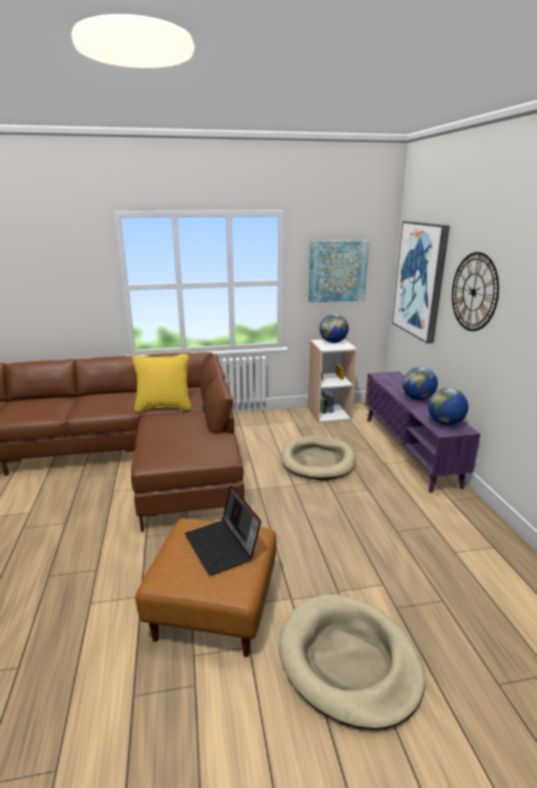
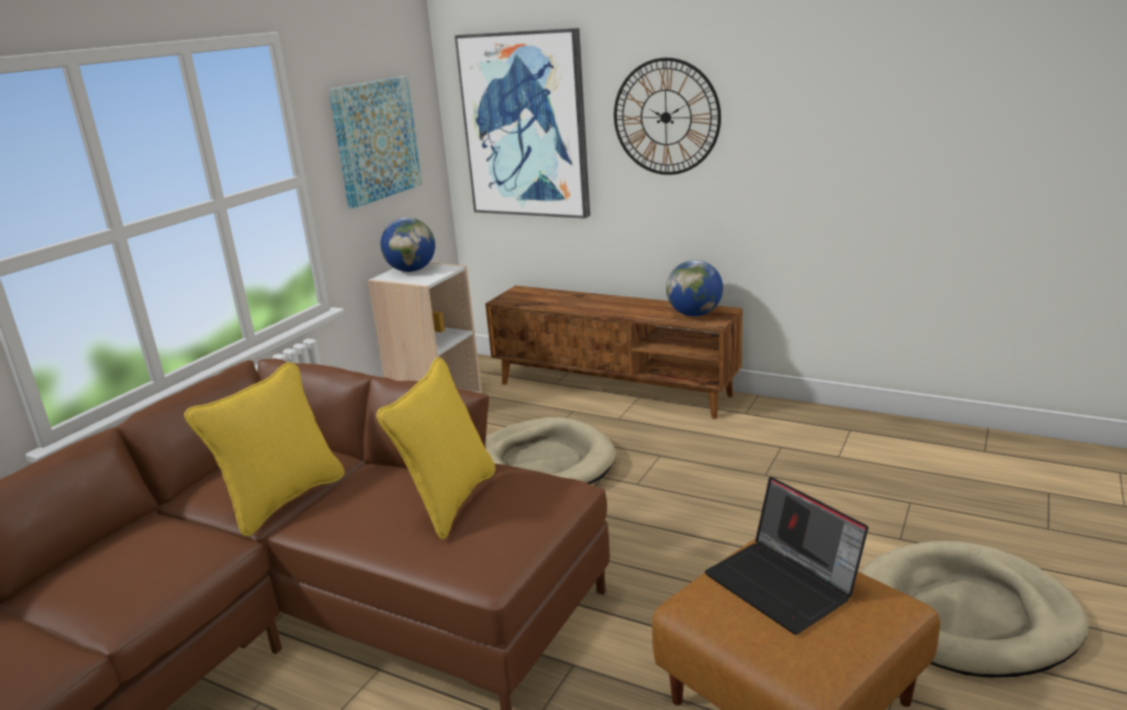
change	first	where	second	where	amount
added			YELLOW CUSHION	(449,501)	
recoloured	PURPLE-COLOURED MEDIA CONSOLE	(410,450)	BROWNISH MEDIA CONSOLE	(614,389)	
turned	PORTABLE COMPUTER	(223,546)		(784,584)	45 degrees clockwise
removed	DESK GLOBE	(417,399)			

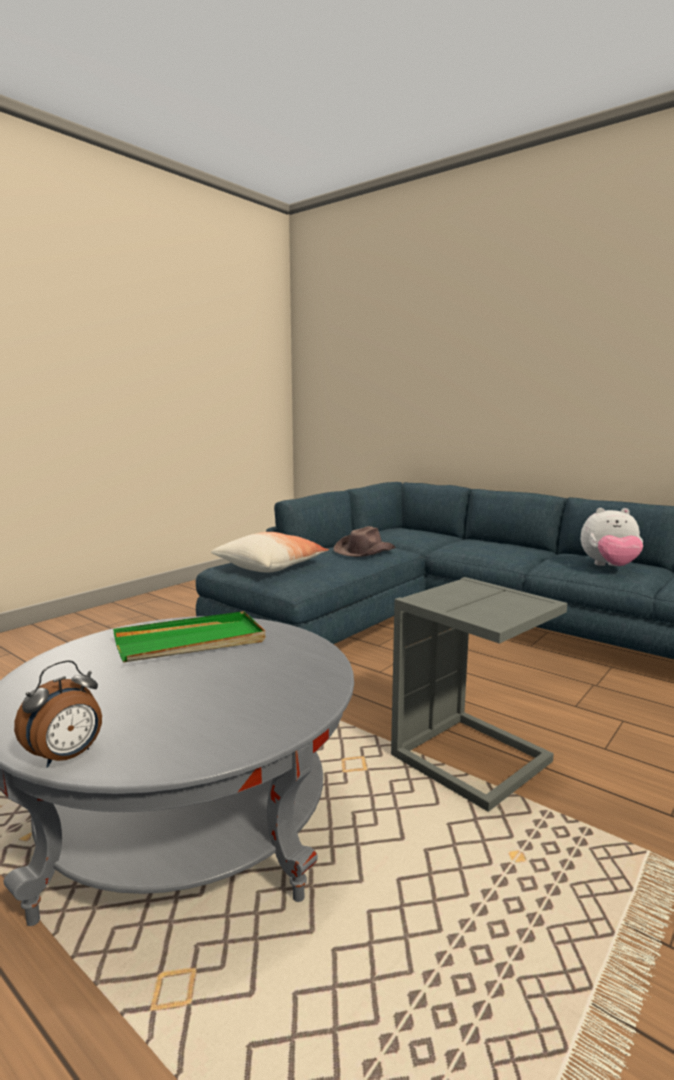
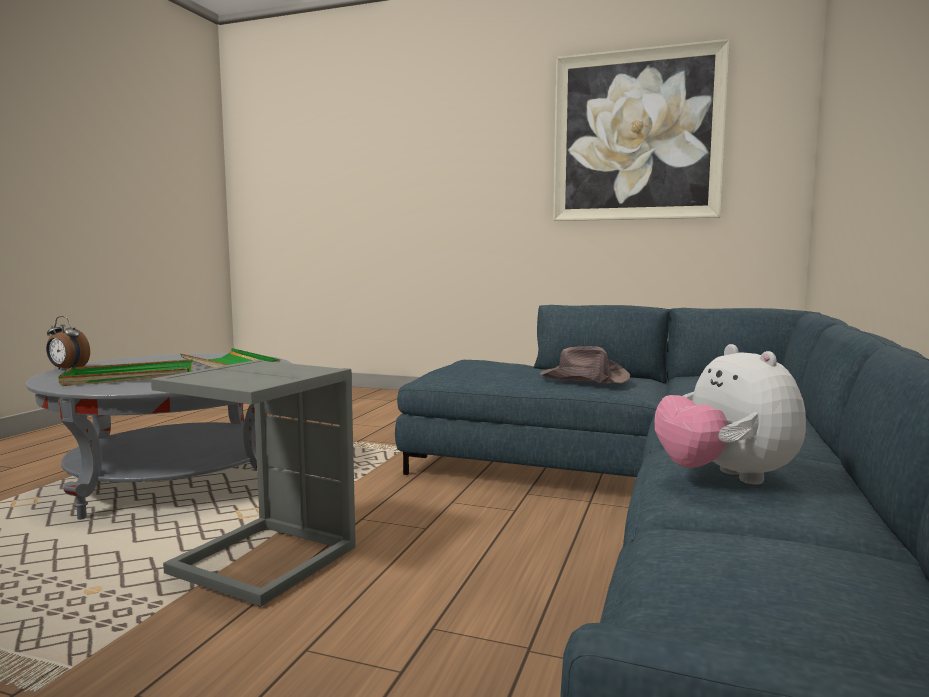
change	first	where	second	where	amount
added			GREEN SERVING TRAY	(130,377)	
added			PICTURE	(636,136)	
removed	CUSHION	(271,566)			

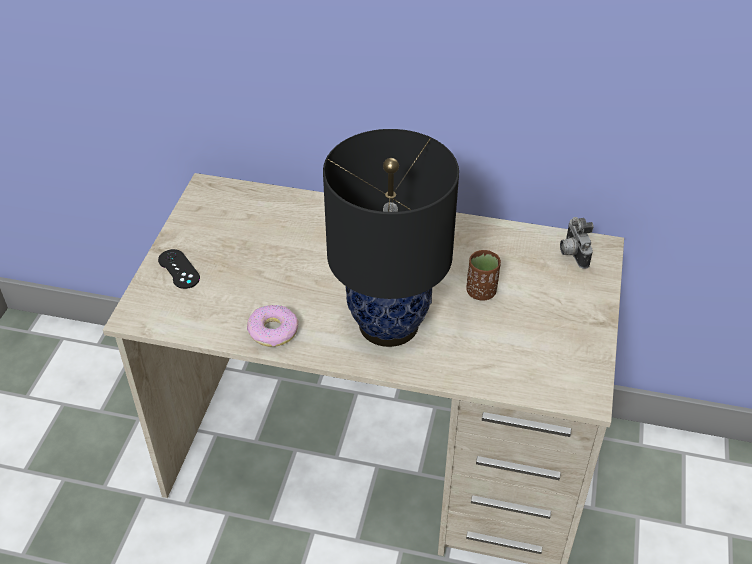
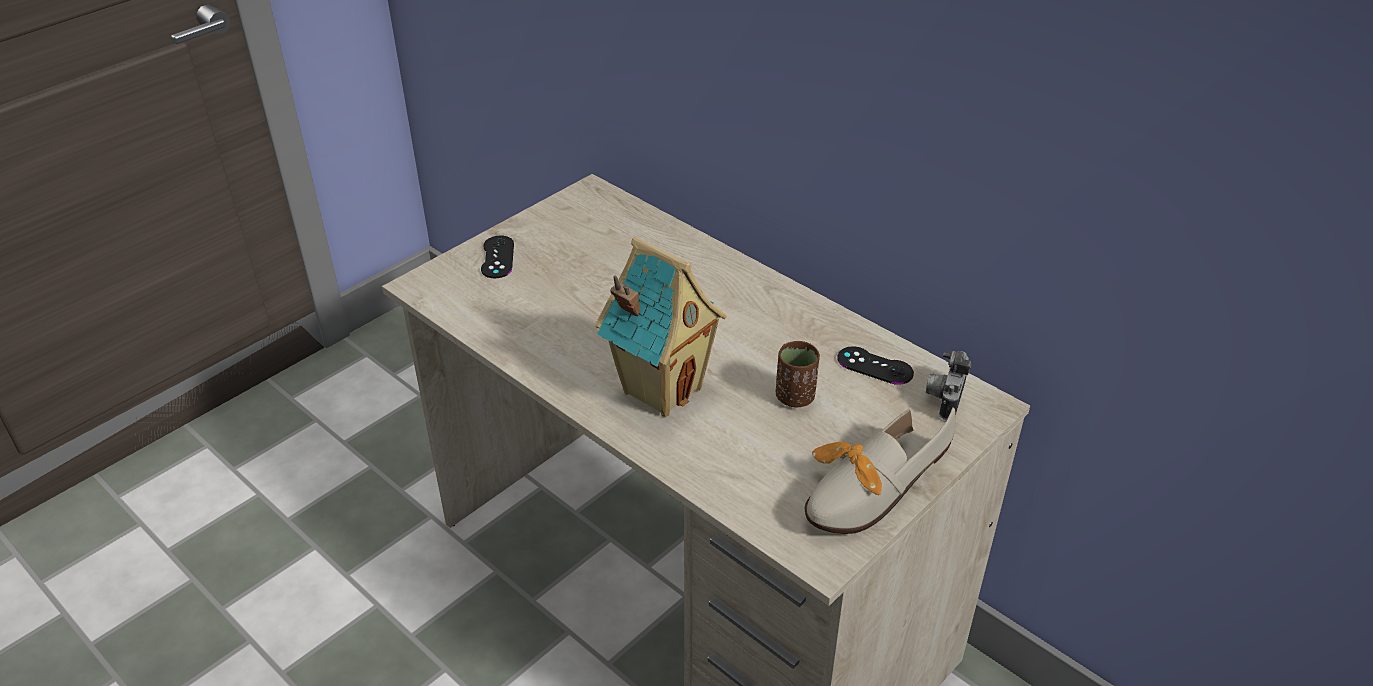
change	first	where	second	where	amount
replaced	BLACKISH LAMP FOR A TABLE	(388,323)	MINIATURE HOUSE	(661,389)	
added			ITEM OF FOOTWEAR	(866,491)	
added			BLACKISH JOYPAD	(875,366)	
removed	DOUGHNUT	(273,331)			

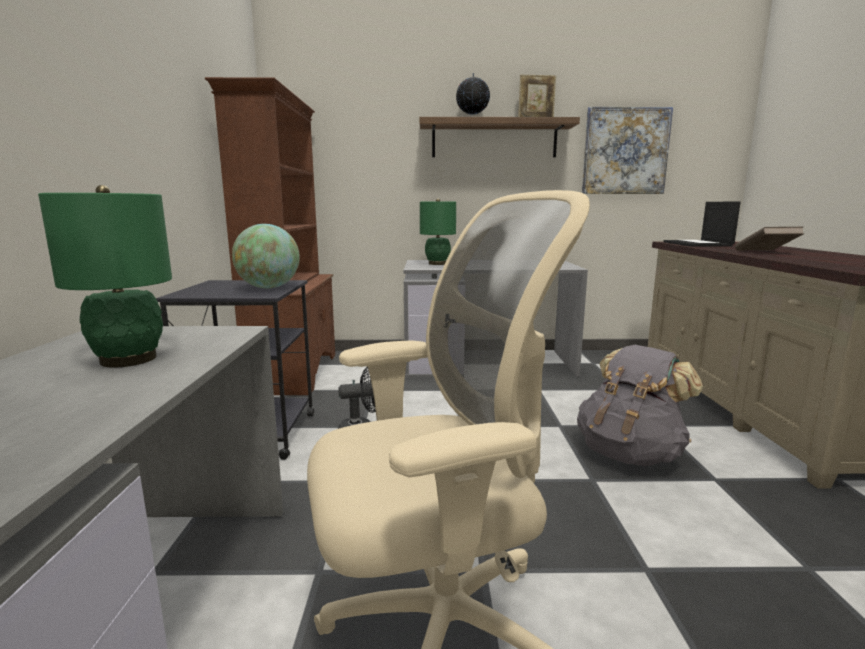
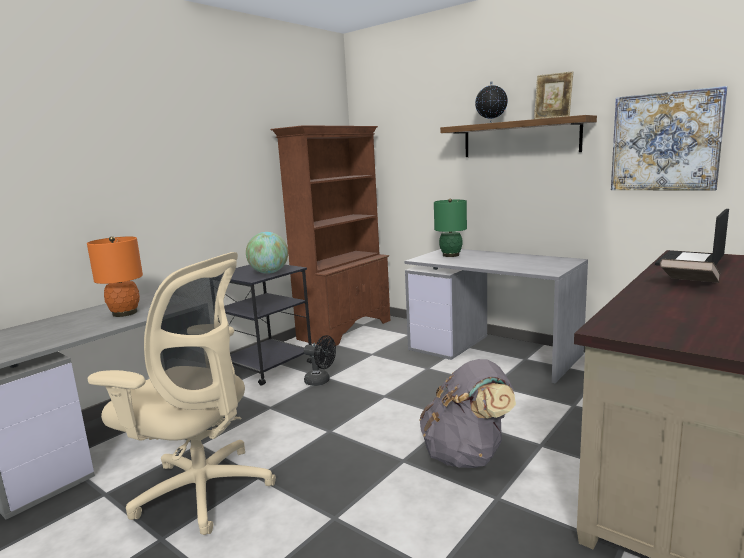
change	first	where	second	where	amount
recoloured	GREEN LAMP FOR A TABLE	(128,359)	ORANGE-COLOURED LAMP FOR A TABLE	(124,313)	

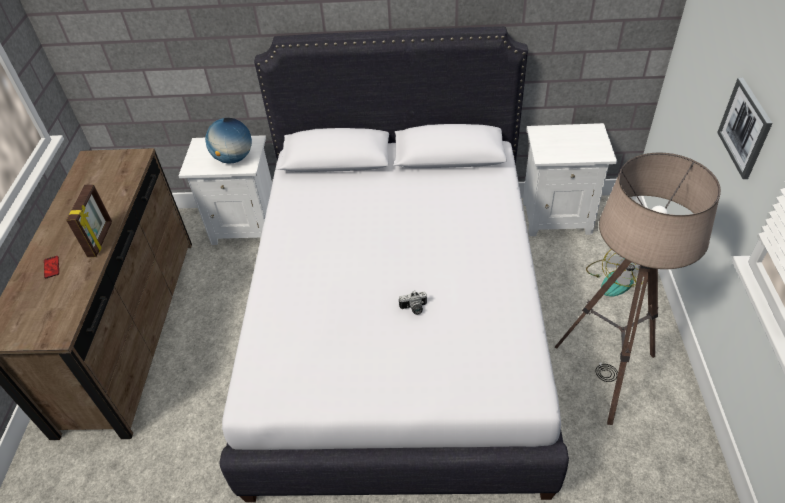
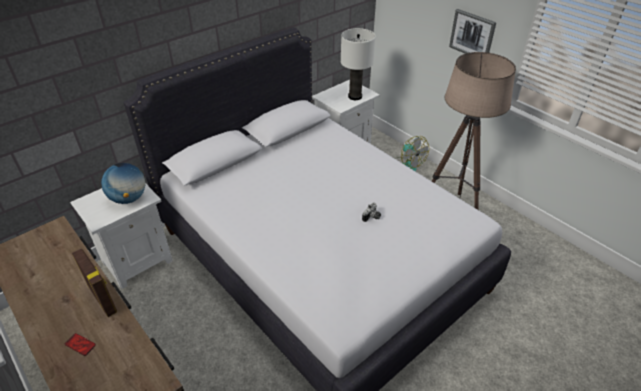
change	first	where	second	where	amount
added			WHITE-COLOURED LAMP FOR A TABLE	(355,97)	

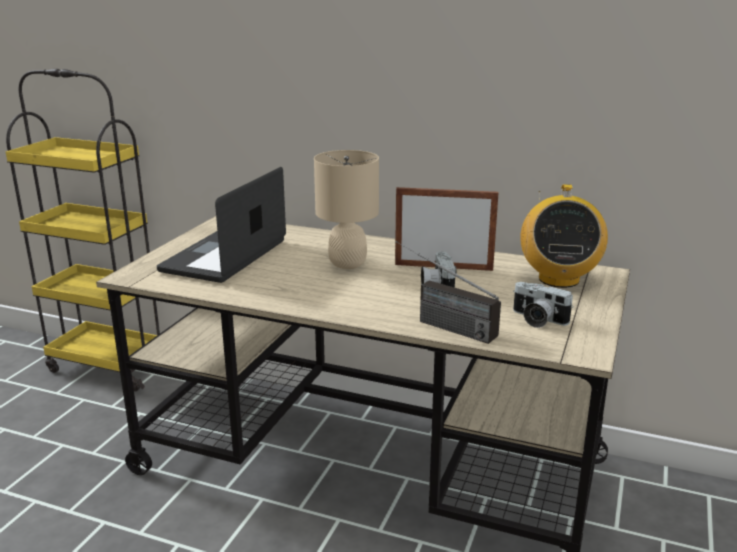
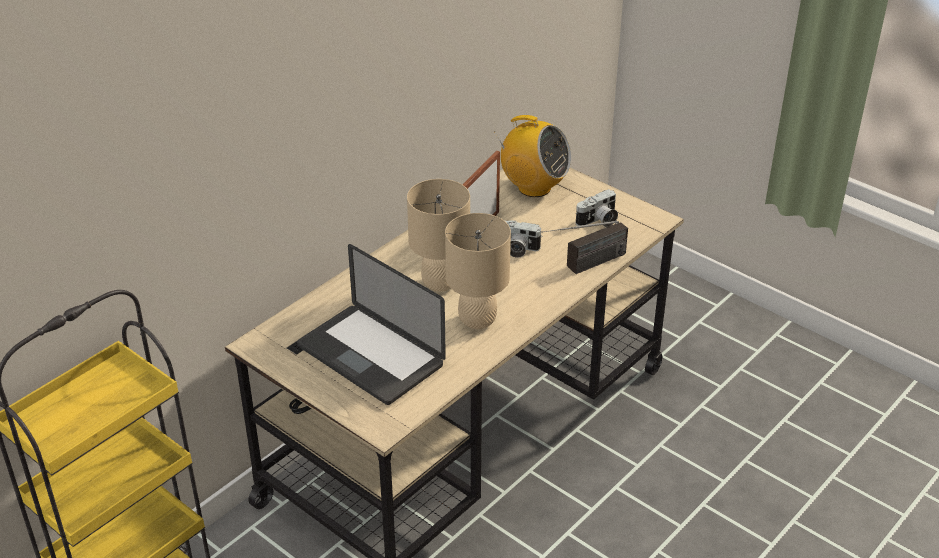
change	first	where	second	where	amount
added			BEIGE LAMP FOR A TABLE	(476,320)	

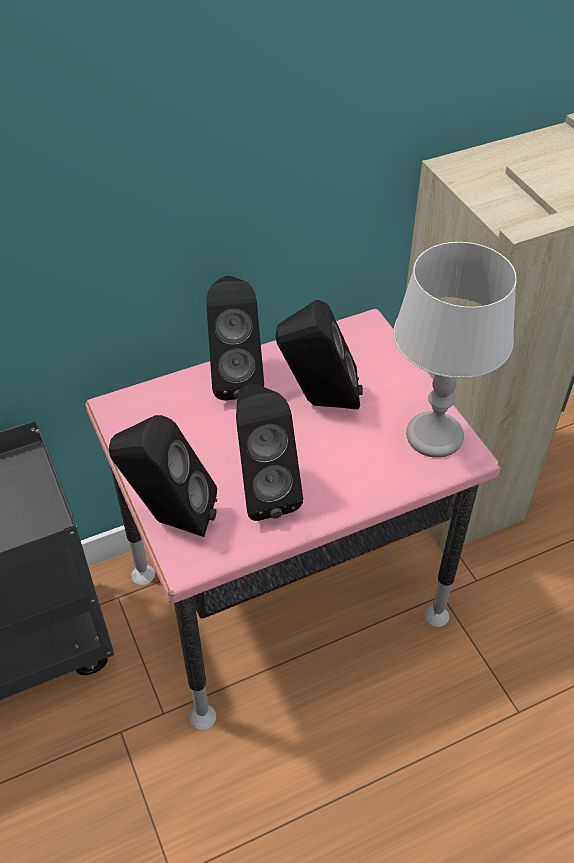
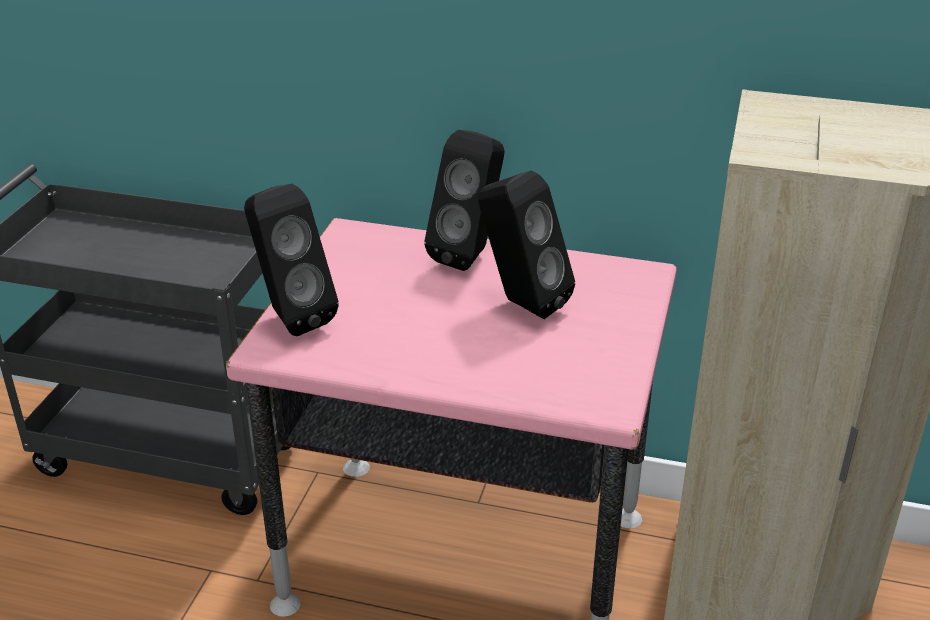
change	first	where	second	where	amount
removed	BLACKISH AUDIO SPEAKER	(264,490)			
removed	GREYISH LAMP FOR A TABLE	(434,437)			

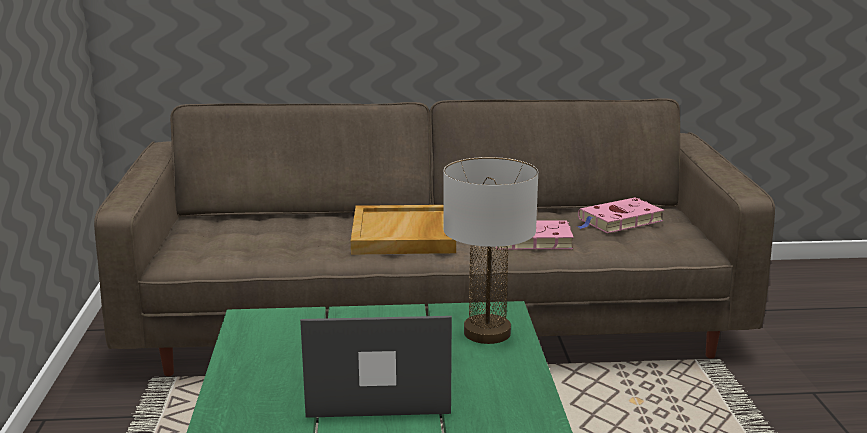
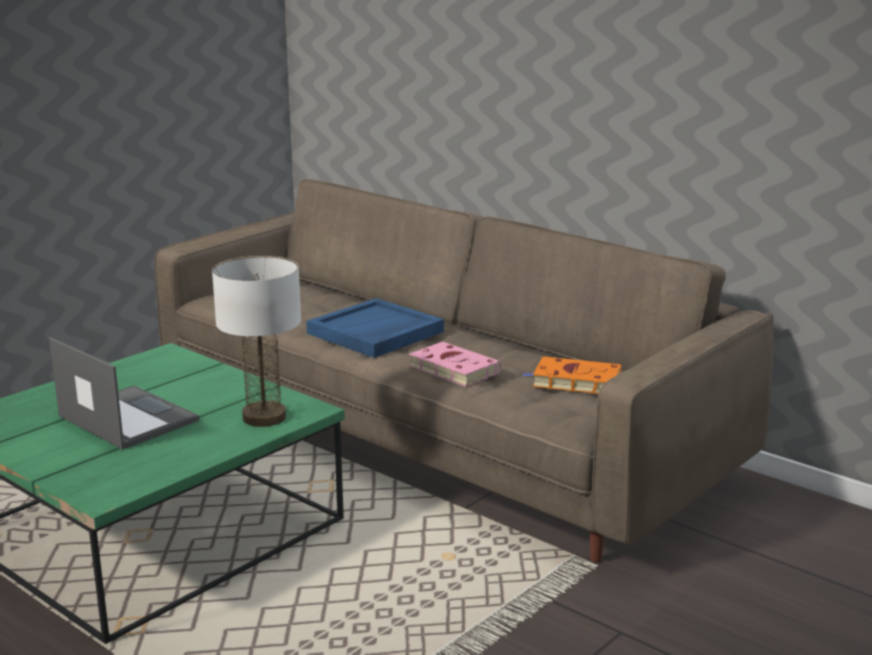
change	first	where	second	where	amount
recoloured	BEIGE SERVING TRAY	(404,235)	BLUISH SERVING TRAY	(375,333)	
recoloured	PINK BOOK	(618,221)	ORANGE-COLOURED BOOK	(573,381)	

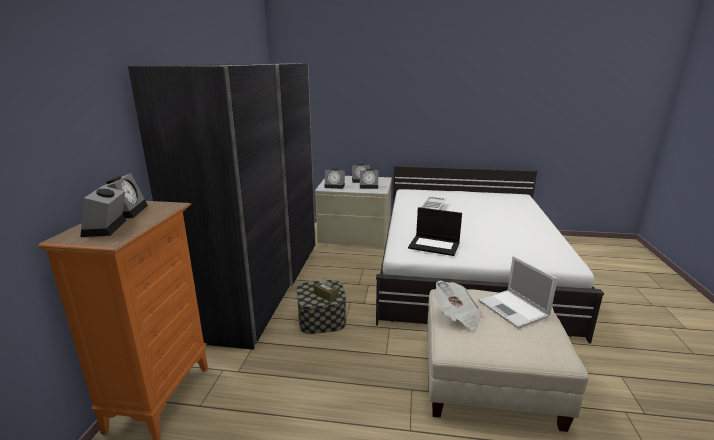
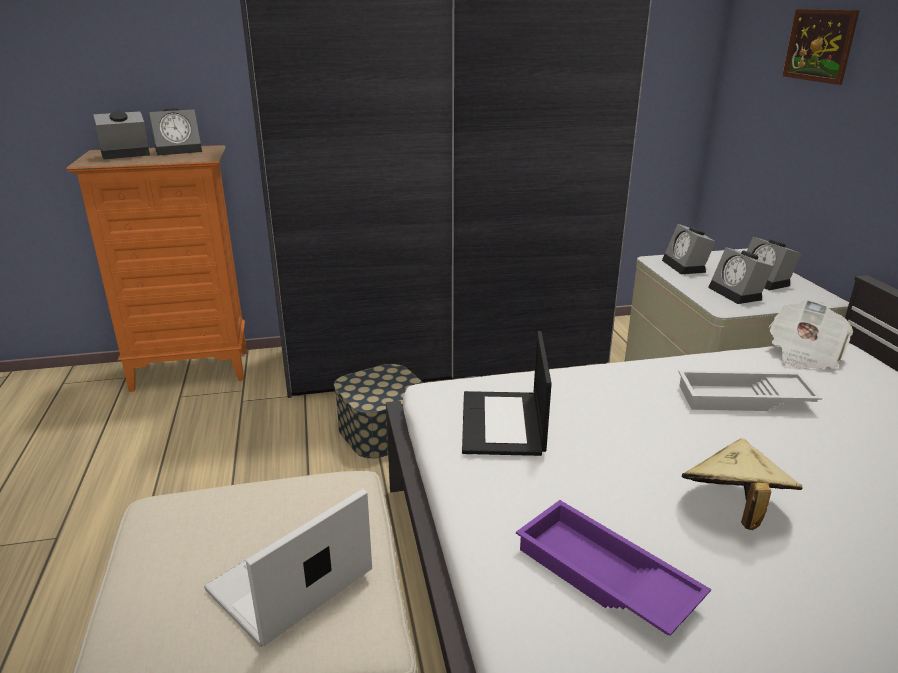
change	first	where	second	where	amount
added			PURPLE-COLOURED SERVING TRAY	(602,578)	
added			BEIGE WEARABLE HAT	(733,509)	
moved	NEWSPAPER	(456,315)		(803,355)	
added			PICTURE	(819,45)	
removed	BROWNISH TISSUE HOLDER	(326,295)			

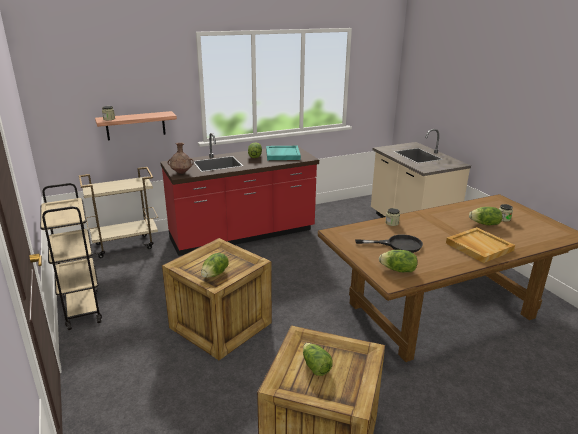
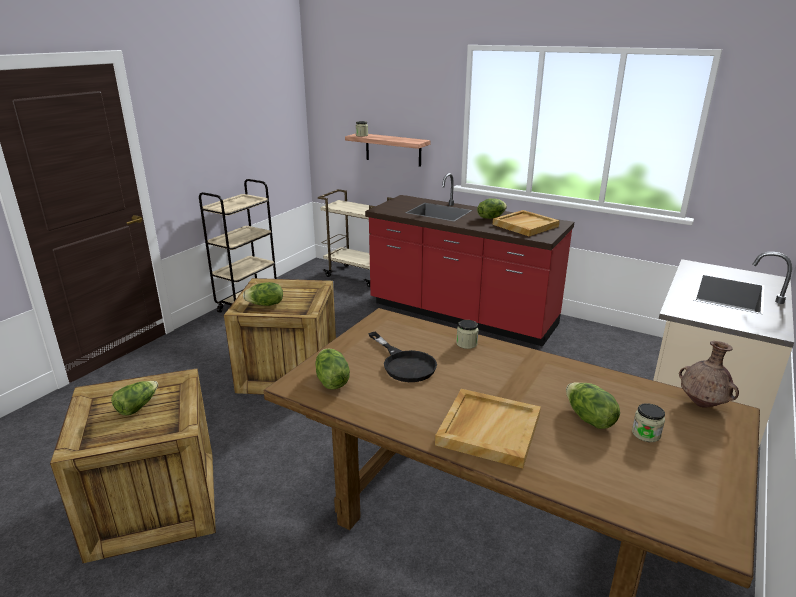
change	first	where	second	where	amount
recoloured	BLUE-GREEN SERVING TRAY	(282,154)	BEIGE SERVING TRAY	(525,225)	
moved	BROWNISH FLOWER VASE	(181,173)		(702,404)	

